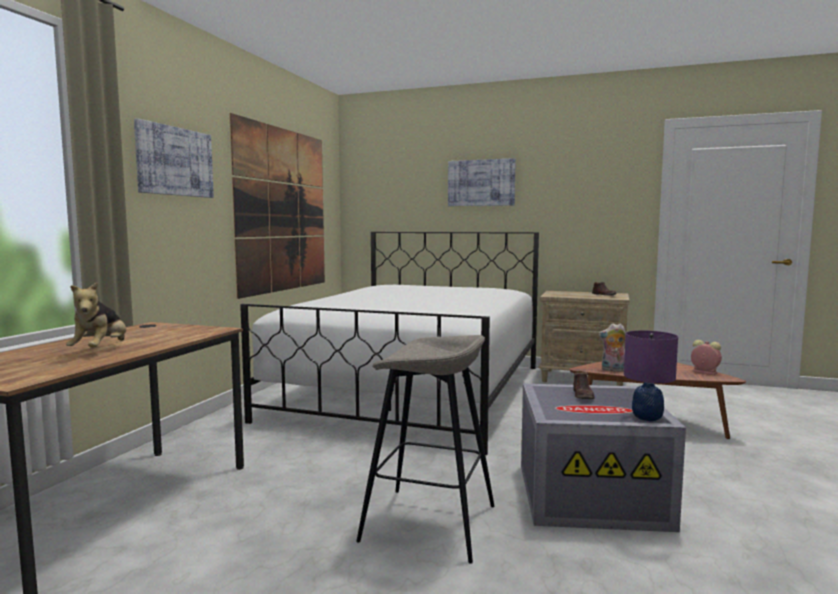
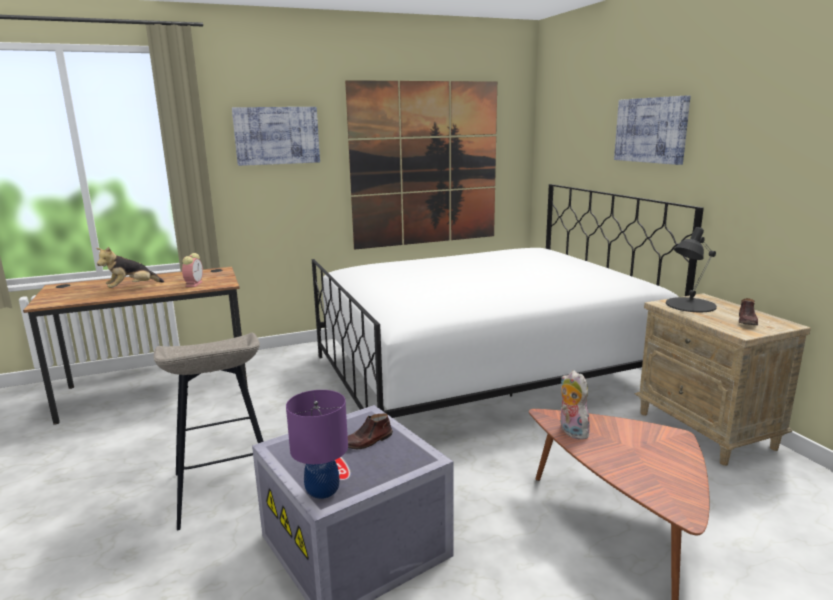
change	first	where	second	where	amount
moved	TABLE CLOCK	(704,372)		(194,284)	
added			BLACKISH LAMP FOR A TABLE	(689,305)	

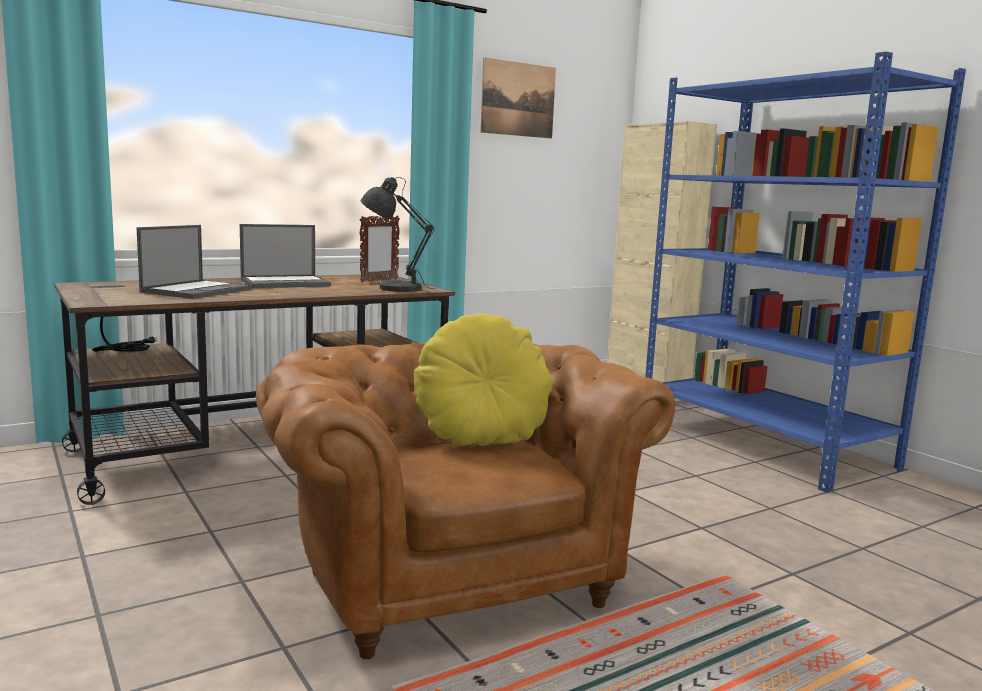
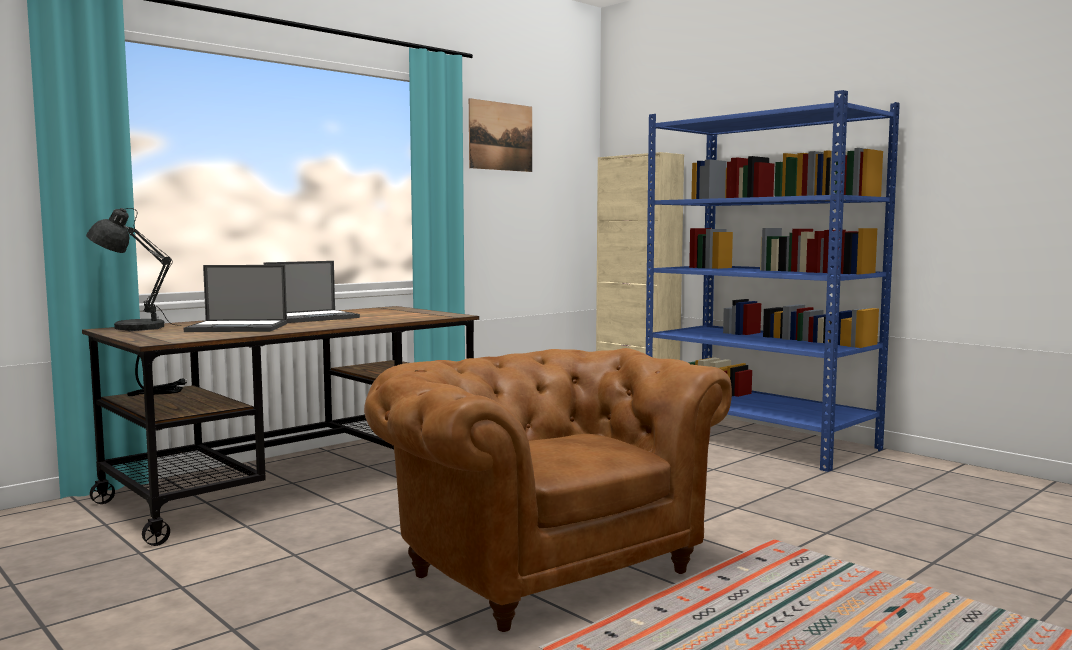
change	first	where	second	where	amount
moved	GREYISH LAMP FOR A TABLE	(395,288)		(133,327)	
turned	PORTABLE COMPUTER	(197,290)		(239,327)	75 degrees clockwise
removed	STANDING FRAME	(379,281)			
removed	YELLOW CUSHION	(481,440)			

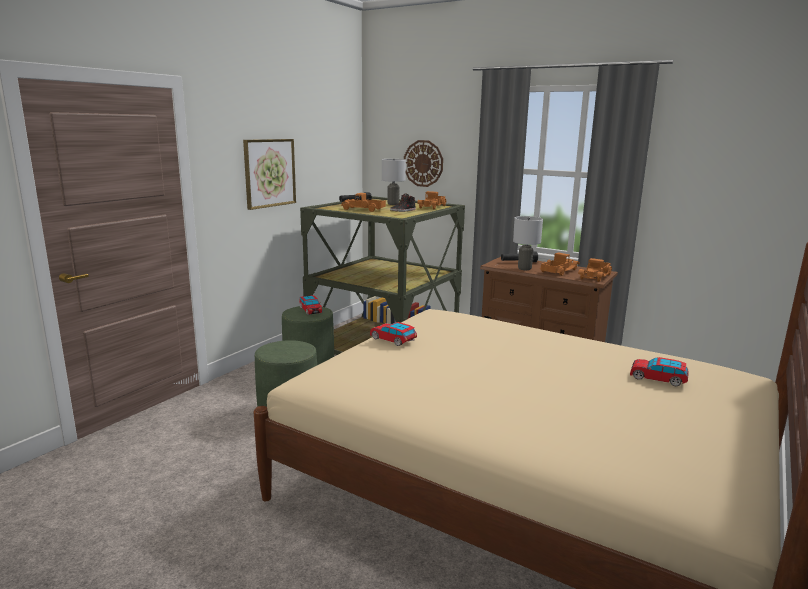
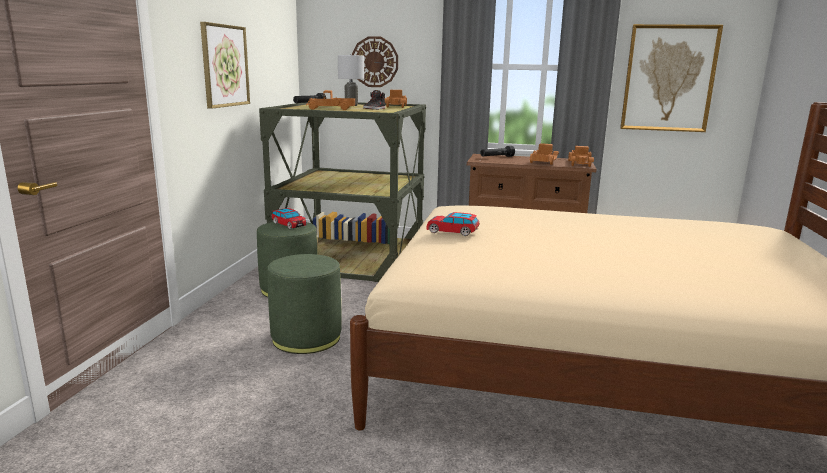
change	first	where	second	where	amount
added			PICTURE	(669,78)	
removed	WHITE-COLOURED LAMP FOR A TABLE	(525,269)			
removed	MODEL CAR	(658,379)			

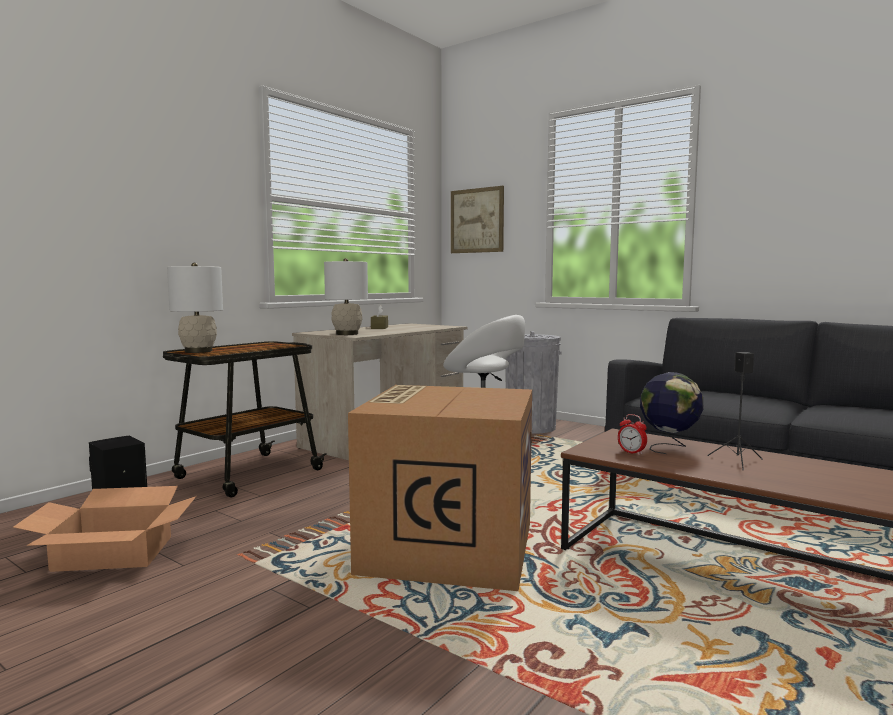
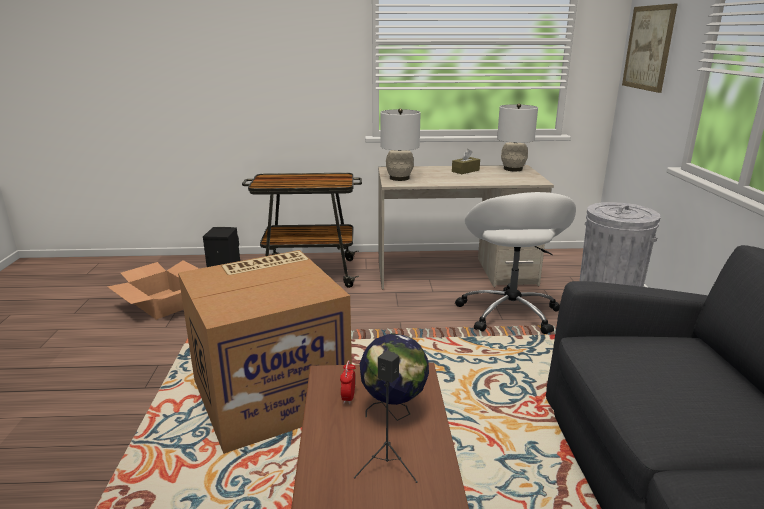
change	first	where	second	where	amount
moved	WHITE-COLOURED LAMP FOR A TABLE	(198,351)		(512,169)	

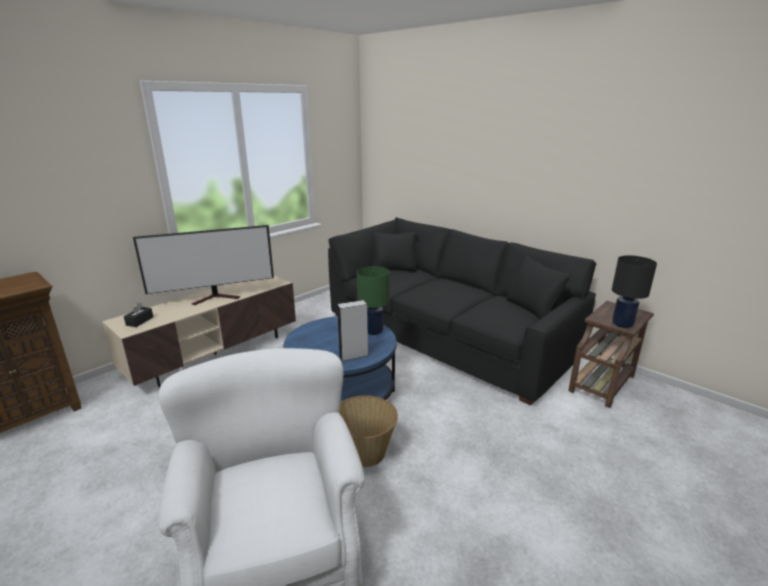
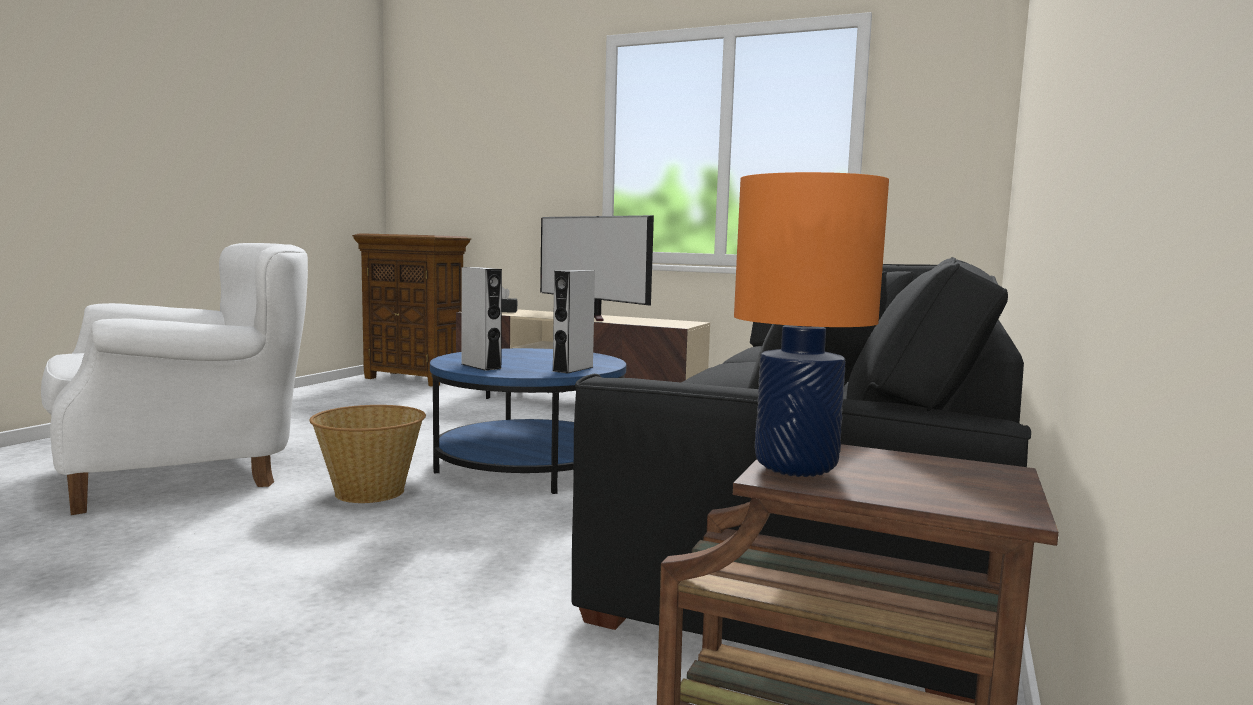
change	first	where	second	where	amount
replaced	GREEN LAMP FOR A TABLE	(373,332)	GREYISH AUDIO SPEAKER	(573,369)	
recoloured	BLACKISH LAMP FOR A TABLE	(622,325)	ORANGE-COLOURED LAMP FOR A TABLE	(795,471)	

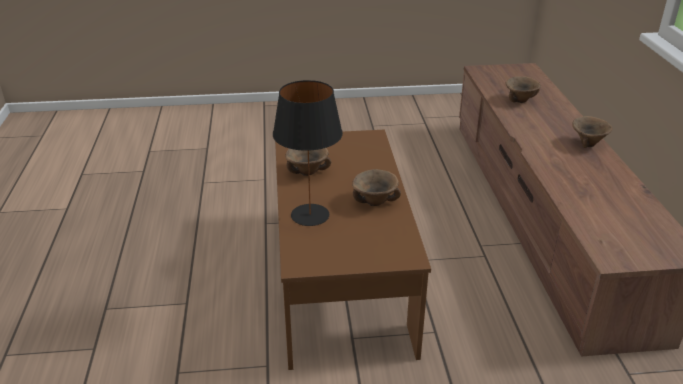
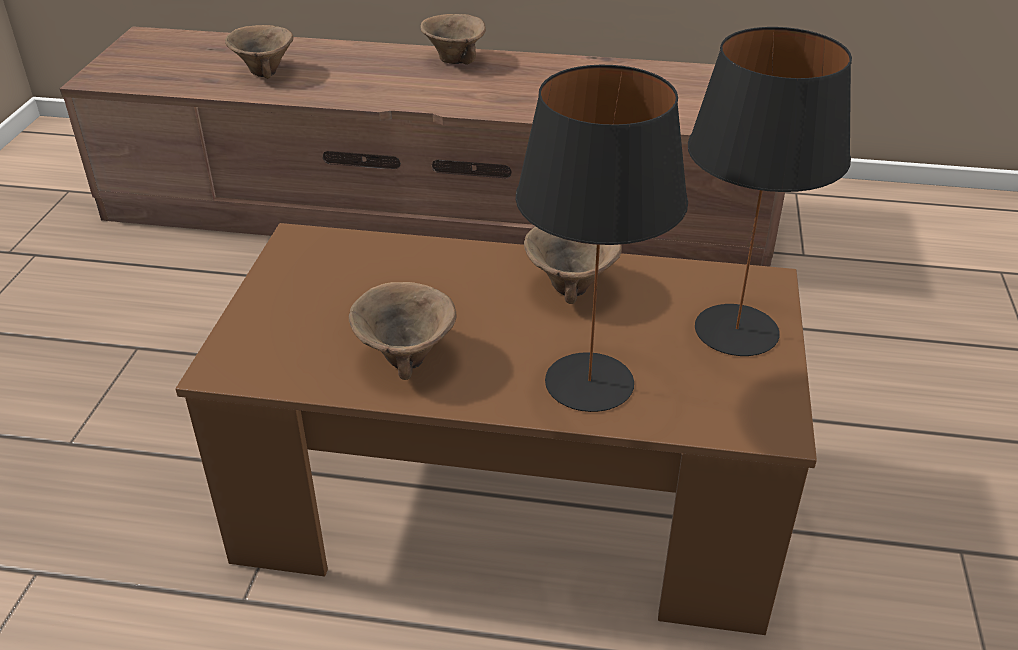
change	first	where	second	where	amount
added			BLACKISH LAMP FOR A TABLE	(736,331)	

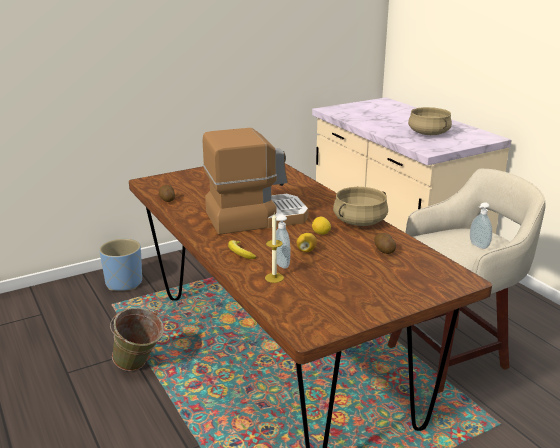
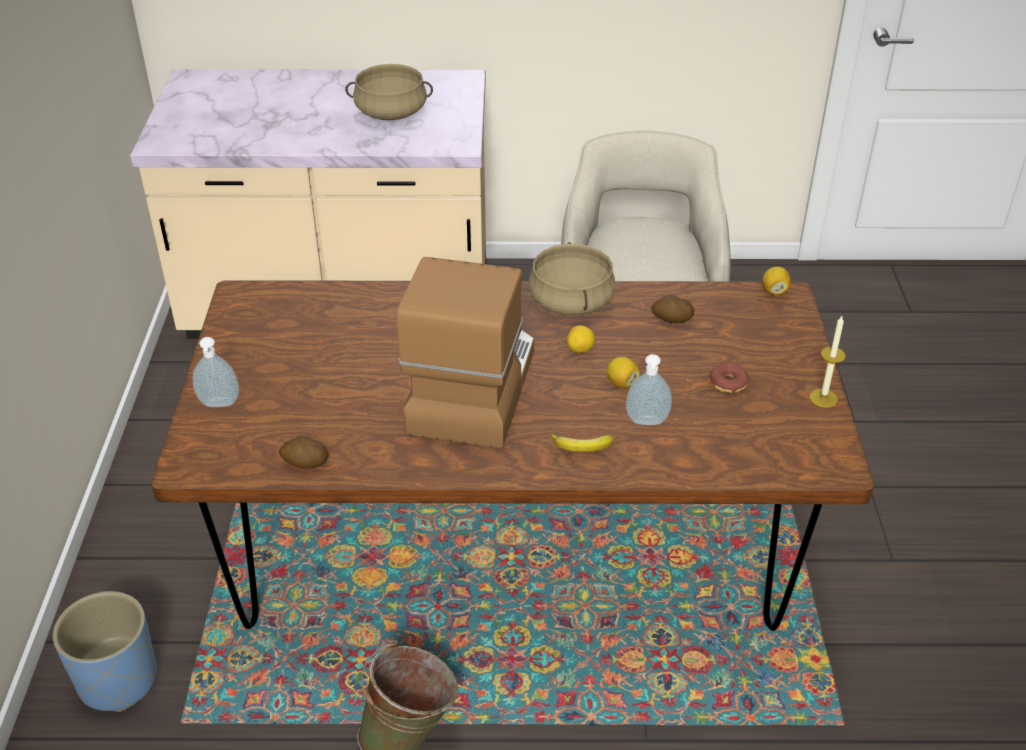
change	first	where	second	where	amount
moved	LIQUID SOAP BOTTLE	(478,246)		(219,405)	
added			DOUGHNUT	(728,383)	
added			LEMON	(774,291)	
moved	CANDLE	(274,278)		(823,398)	

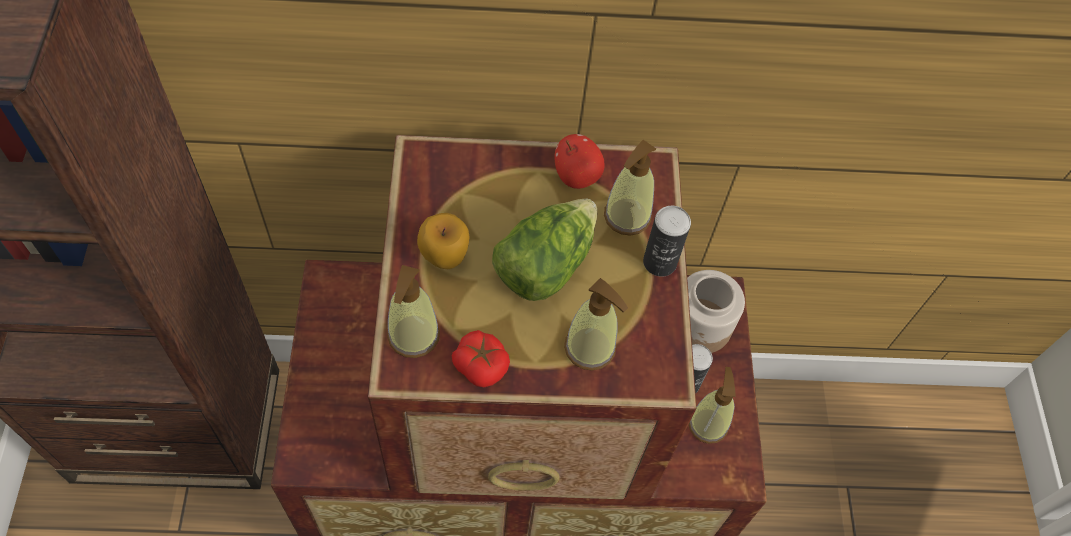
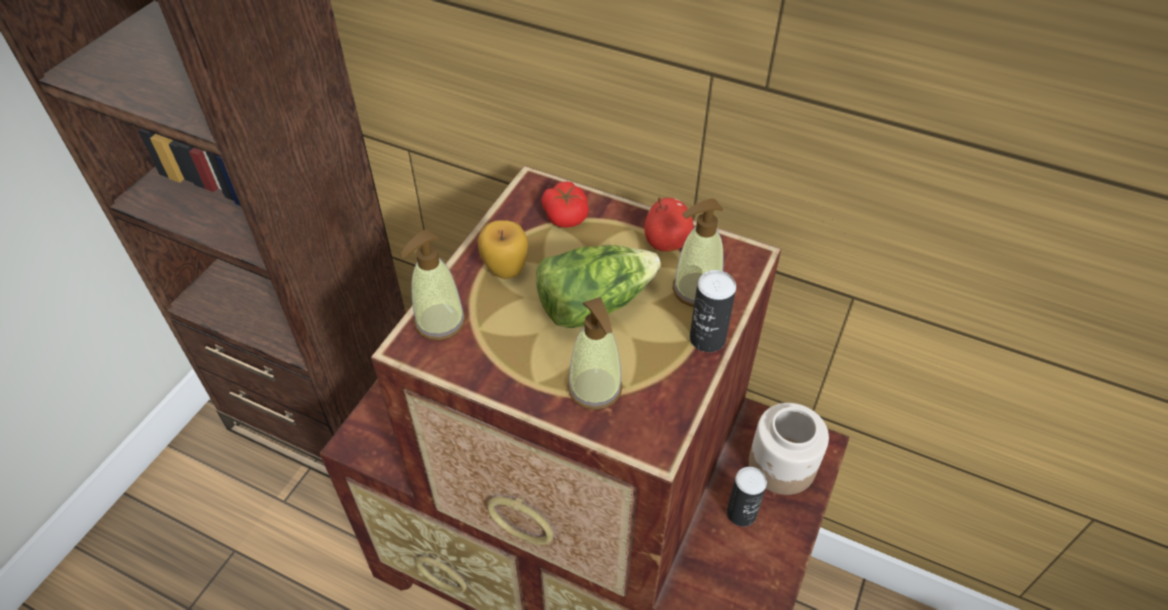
change	first	where	second	where	amount
moved	FRESH TOMATO	(481,365)		(566,215)	
removed	LIQUID SOAP BOTTLE	(708,424)			

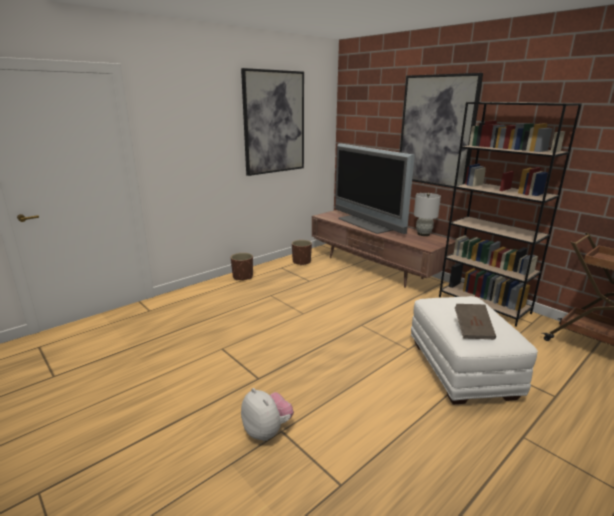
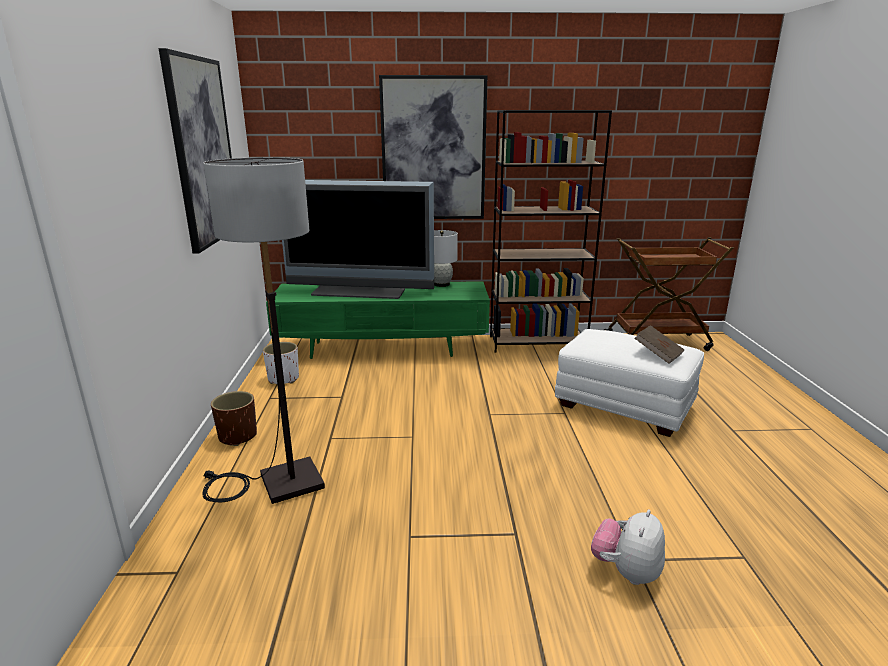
change	first	where	second	where	amount
added			STANDARD LAMP	(273,484)	
recoloured	BROWNISH FLOWER POT	(301,262)	WHITE-COLOURED FLOWER POT	(284,378)	
recoloured	BROWNISH MEDIA CONSOLE	(375,267)	GREEN MEDIA CONSOLE	(383,348)	
turned	SOFT TOY	(267,431)		(626,571)	60 degrees counterclockwise

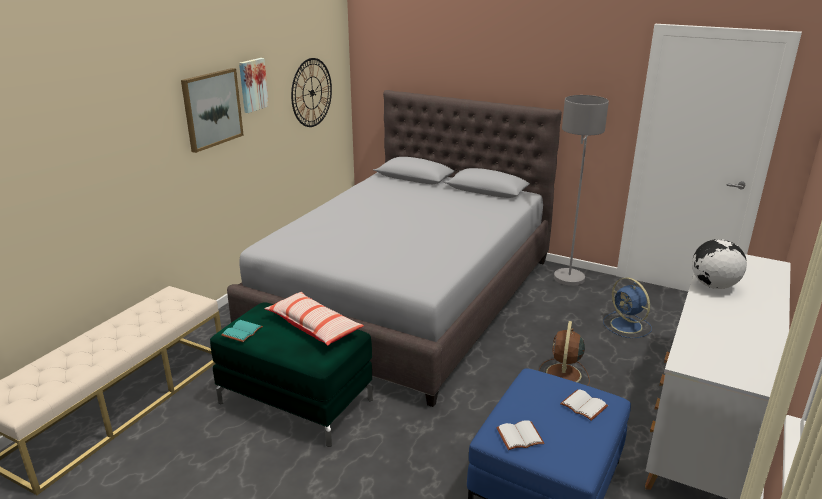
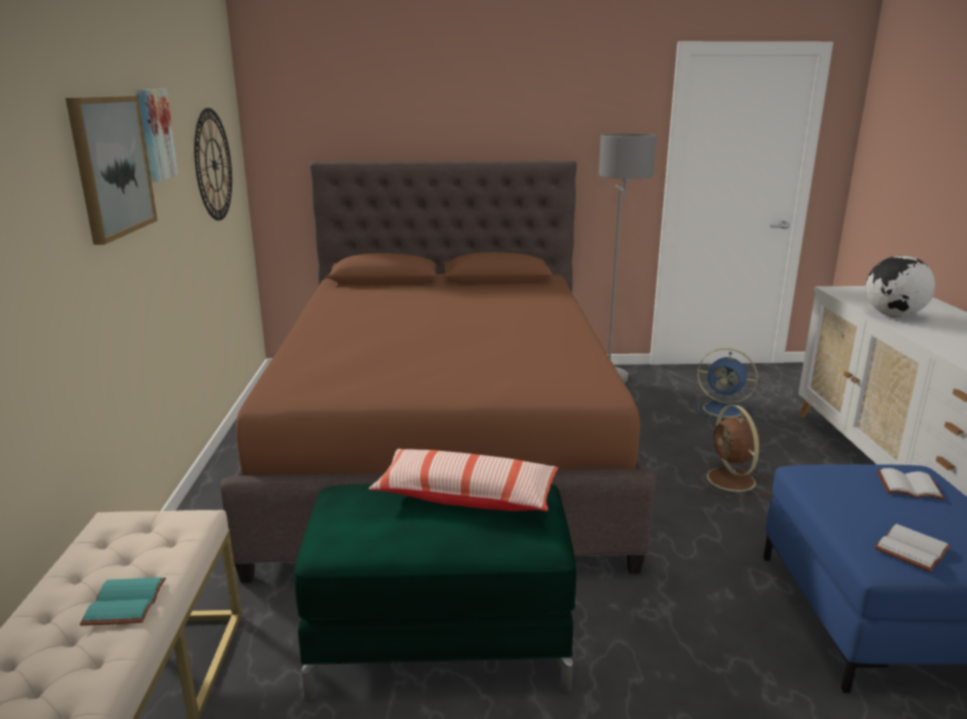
change	first	where	second	where	amount
moved	BLUE-GREEN BOOK	(242,331)		(123,602)	
recoloured	GREYISH BEDROOM BED	(408,297)	BROWNISH BEDROOM BED	(446,444)	

